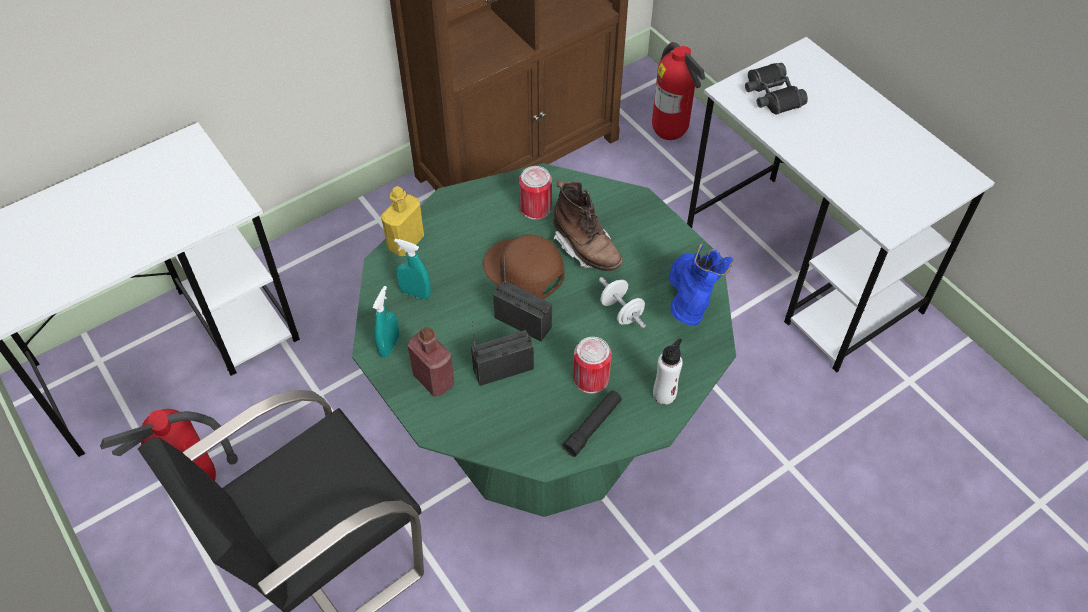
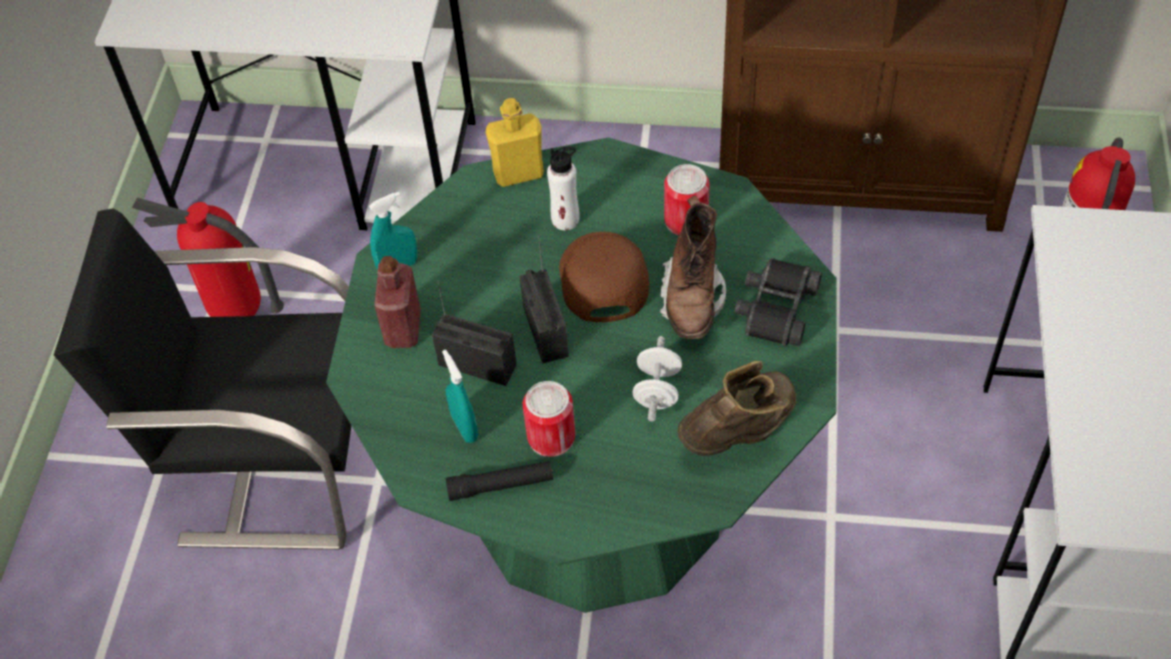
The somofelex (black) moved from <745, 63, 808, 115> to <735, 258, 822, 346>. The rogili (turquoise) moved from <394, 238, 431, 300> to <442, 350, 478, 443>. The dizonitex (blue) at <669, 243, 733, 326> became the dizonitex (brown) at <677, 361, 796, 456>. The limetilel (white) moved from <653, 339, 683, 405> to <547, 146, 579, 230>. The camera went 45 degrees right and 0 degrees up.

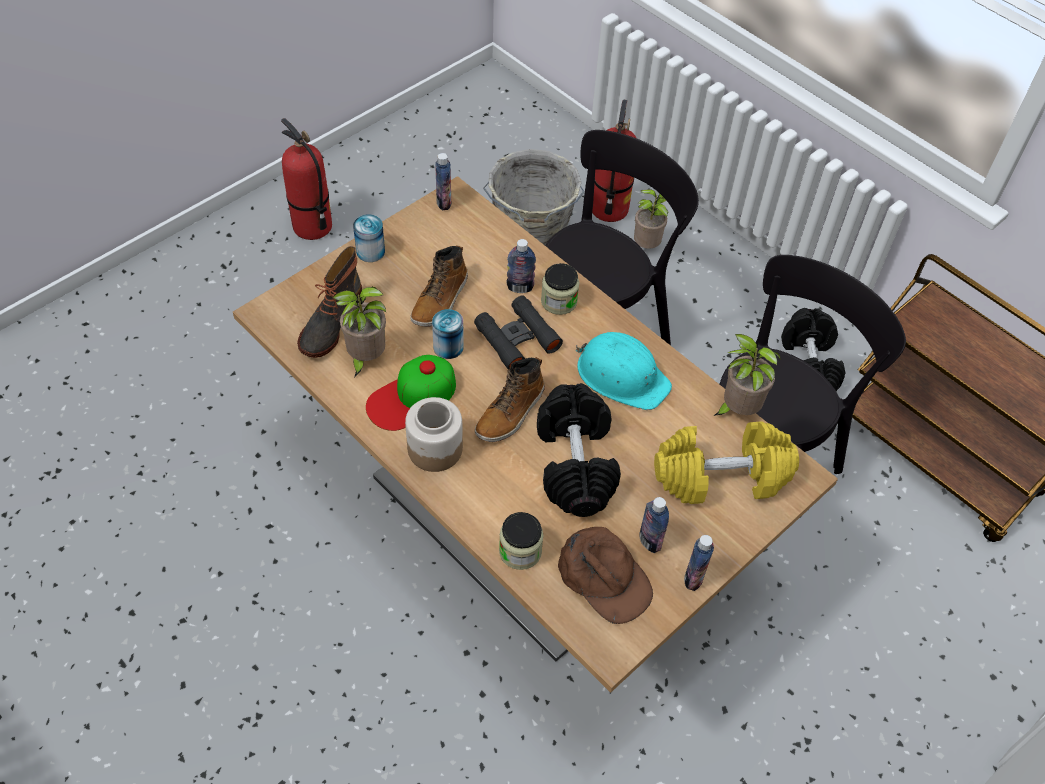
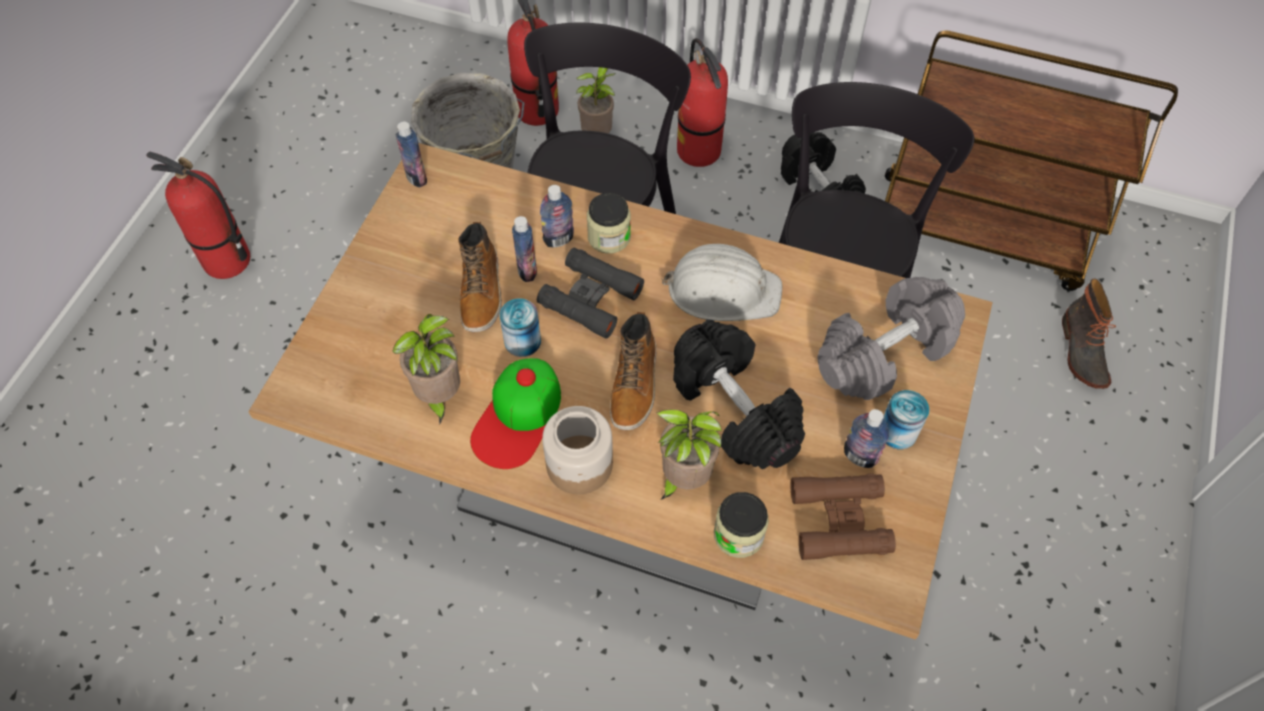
The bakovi moved from <353, 214, 385, 262> to <883, 390, 929, 449>. The dizonitex moved from <297, 246, 362, 358> to <1062, 278, 1116, 389>. The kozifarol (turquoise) at <576, 332, 672, 410> became the kozifarol (white) at <661, 244, 782, 321>. The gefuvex moved from <713, 334, 781, 416> to <657, 409, 722, 500>. The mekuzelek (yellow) at <654, 421, 799, 504> became the mekuzelek (grey) at <818, 277, 965, 400>. The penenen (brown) at <558, 527, 653, 624> was replaced by the somofelex (brown) at <790, 473, 896, 560>. The limetilel moved from <684, 535, 714, 591> to <512, 216, 537, 282>. The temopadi at <677, 38, 728, 167> appeared. The camera went 25 degrees left and 5 degrees up.

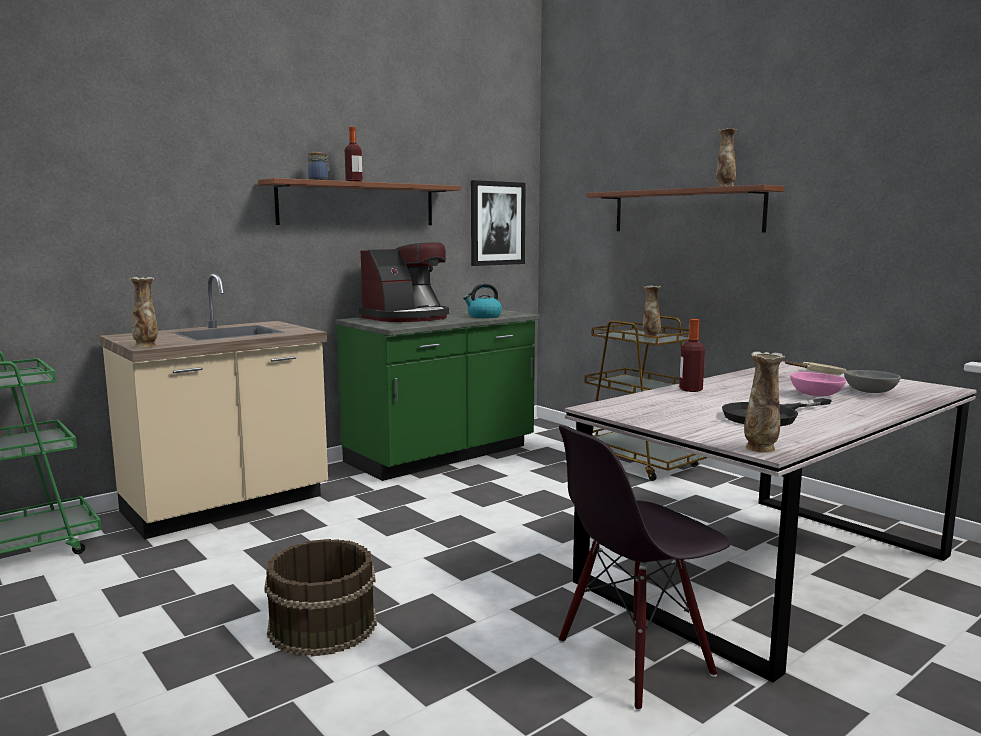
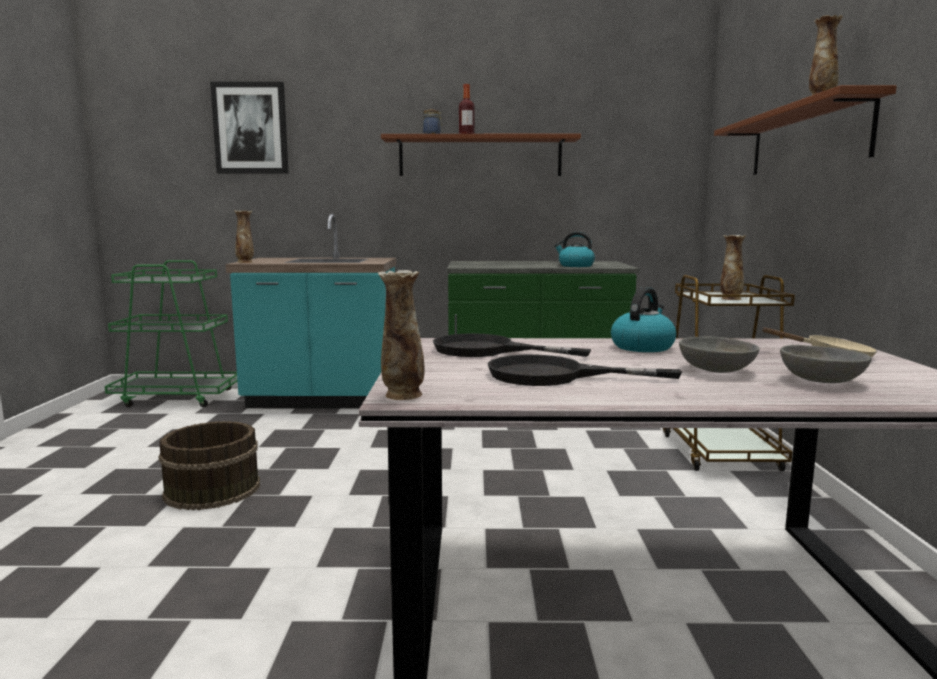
The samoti moved from <471, 180, 526, 266> to <210, 82, 289, 173>. The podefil at <359, 242, 449, 322> disappeared. The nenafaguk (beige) at <99, 273, 328, 539> became the nenafaguk (turquoise) at <225, 214, 396, 409>. The limetilel at <679, 319, 705, 392> disappeared. The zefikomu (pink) at <790, 372, 846, 396> became the zefikomu (grey) at <679, 337, 760, 373>. The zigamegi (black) at <559, 425, 731, 711> disappeared. The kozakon at <611, 287, 677, 352> appeared. The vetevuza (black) at <433, 333, 591, 357> appeared. The camera went 40 degrees right and 0 degrees up.

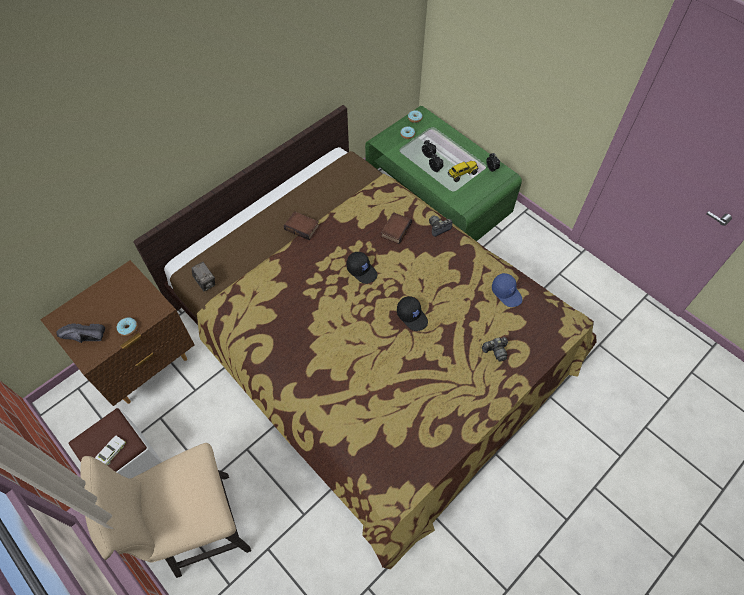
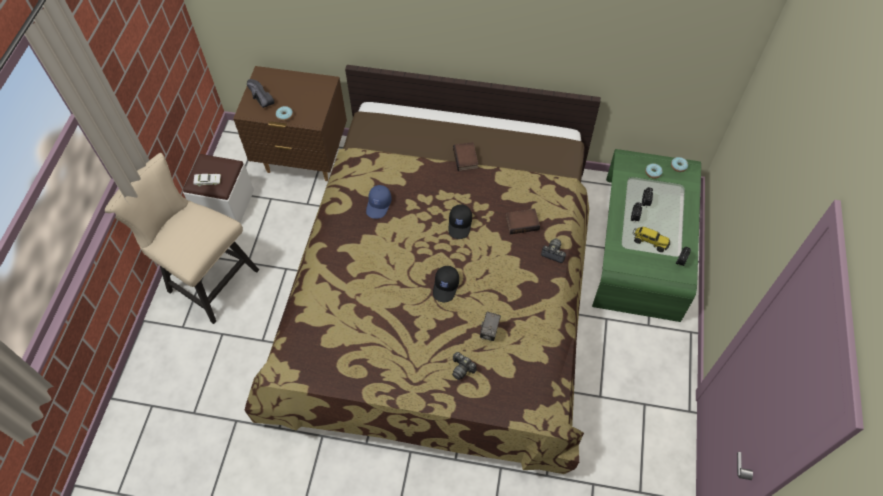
The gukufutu moved from <191, 262, 215, 291> to <480, 312, 501, 341>. The penenen (blue) moved from <492, 273, 523, 307> to <366, 185, 392, 219>. The camera went 55 degrees right and 0 degrees up.

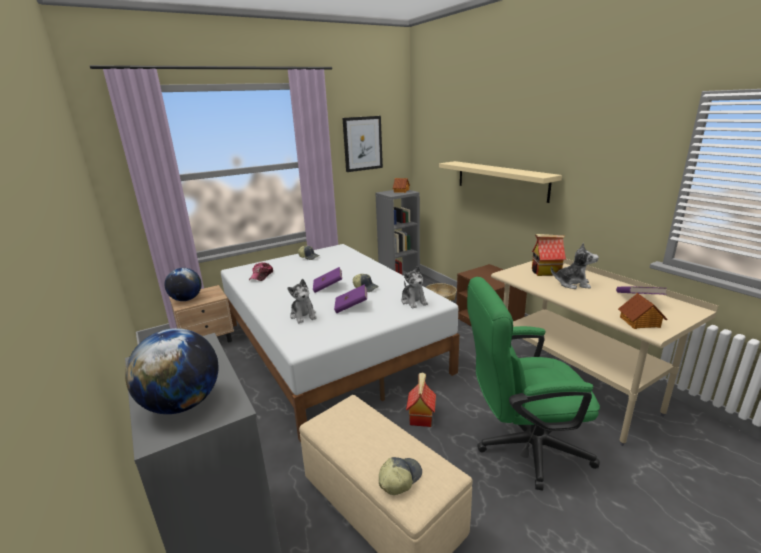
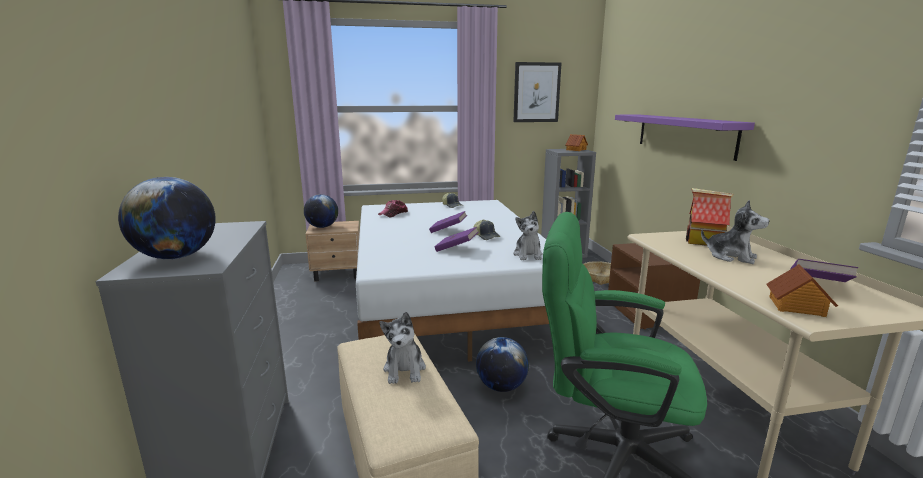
The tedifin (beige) at <439, 161, 562, 203> became the tedifin (purple) at <615, 114, 755, 161>. The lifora moved from <287, 279, 317, 323> to <379, 312, 426, 384>. The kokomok at <406, 372, 436, 427> was replaced by the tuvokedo at <476, 337, 529, 392>. The penenen at <379, 457, 422, 495> disappeared. The camera went 20 degrees right and 5 degrees down.

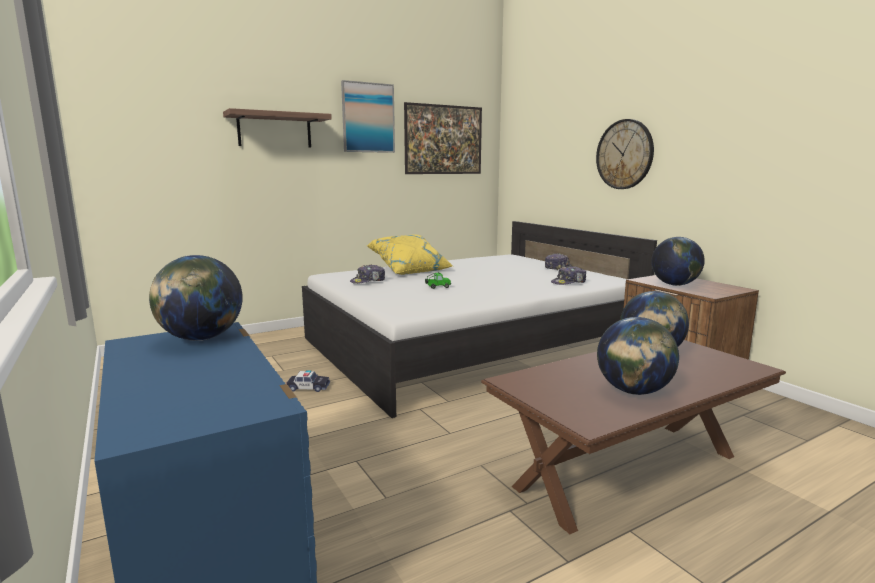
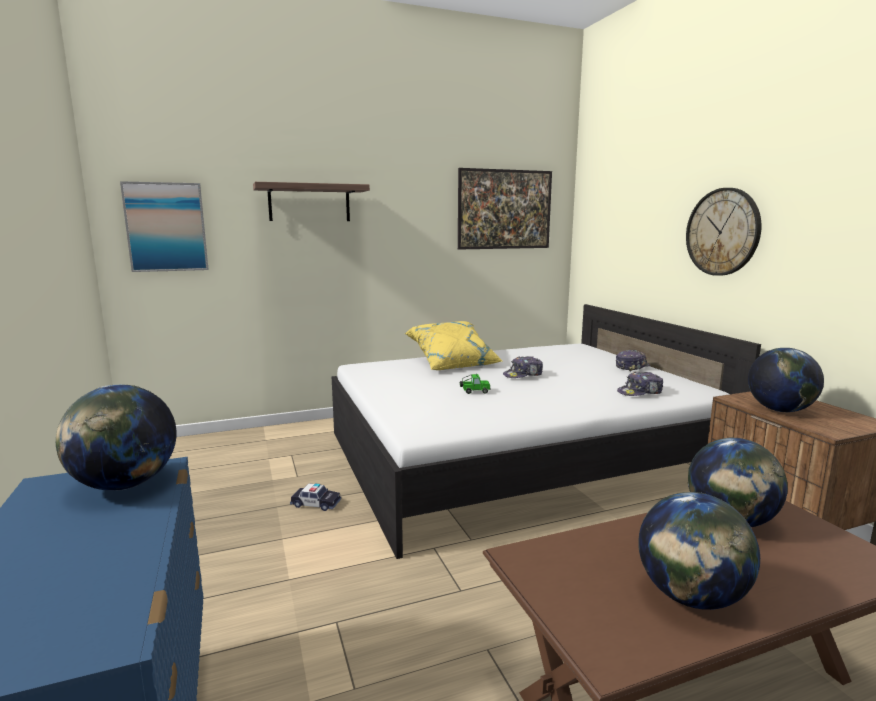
The samoti moved from <341, 80, 395, 153> to <120, 181, 209, 272>. The penenen moved from <350, 265, 385, 284> to <503, 356, 543, 378>. The camera went 10 degrees right and 0 degrees up.

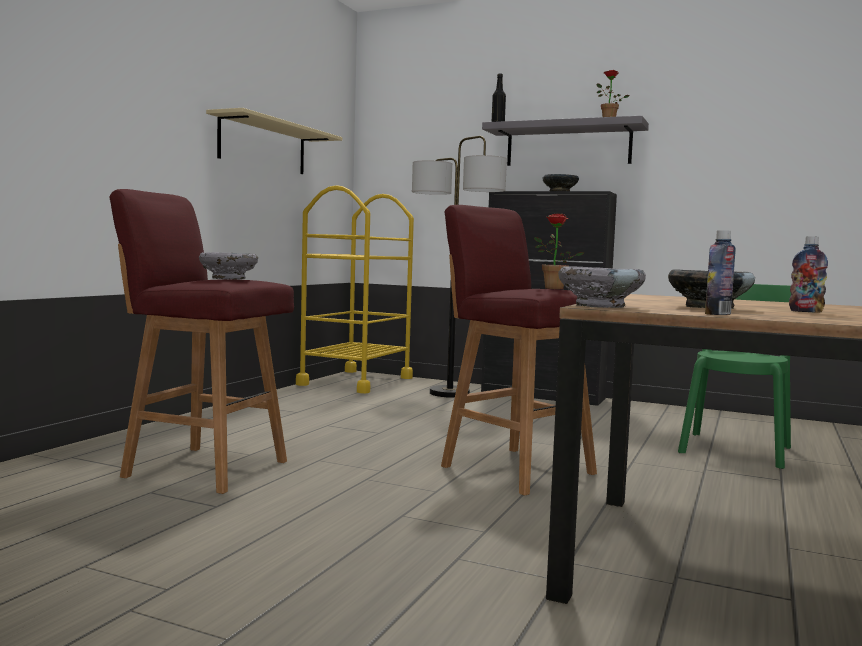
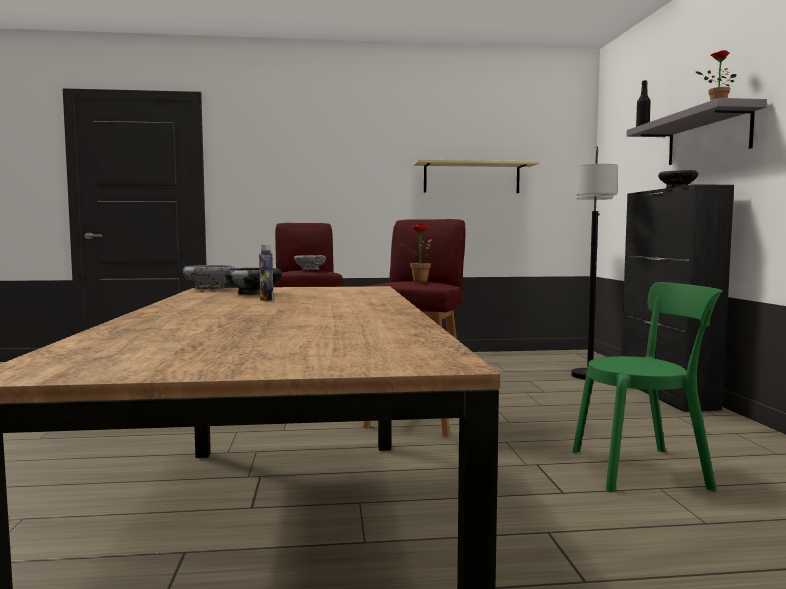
The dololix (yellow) at <296, 185, 414, 393> disappeared. The limetilel at <705, 230, 736, 315> disappeared. The camera went 60 degrees right and 0 degrees up.

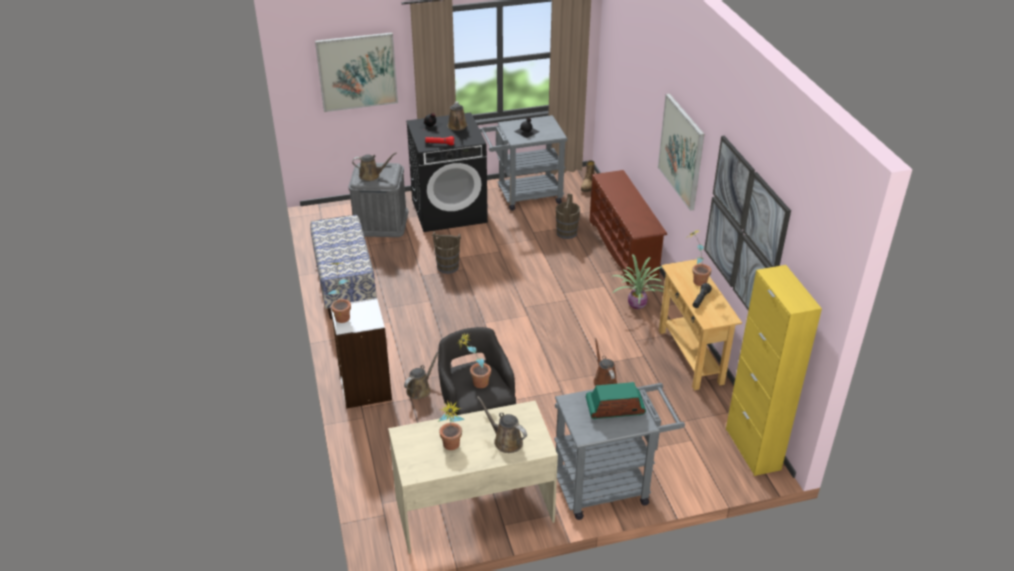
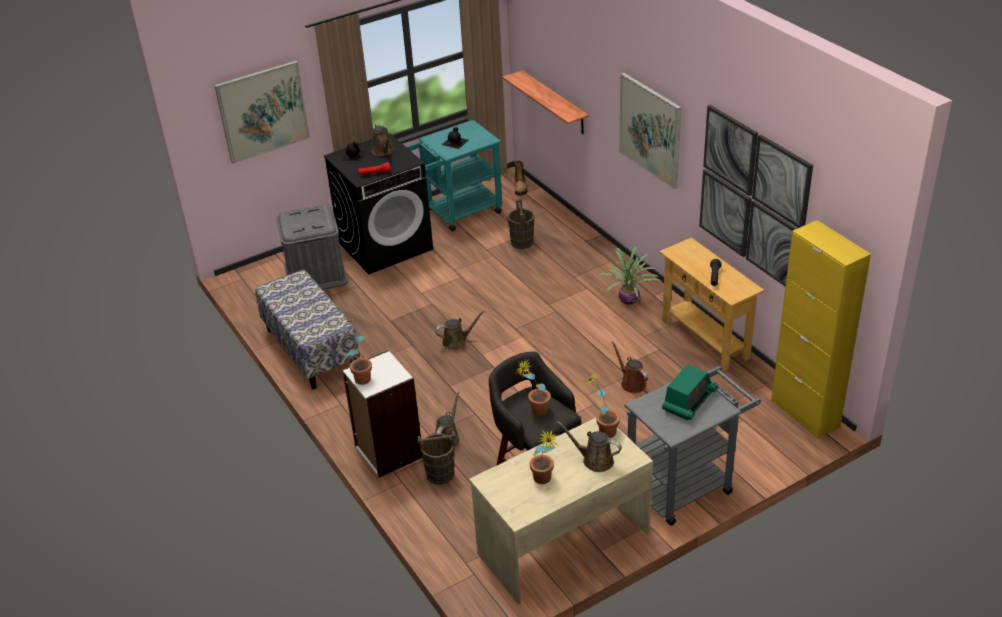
The dololix (grey) at <479, 115, 568, 211> became the dololix (turquoise) at <407, 120, 503, 231>. The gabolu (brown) moved from <352, 153, 397, 181> to <435, 310, 485, 350>. The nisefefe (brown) at <589, 170, 667, 285> disappeared. The gefuvex moved from <688, 230, 712, 286> to <583, 372, 620, 438>. The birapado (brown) moved from <432, 232, 461, 274> to <417, 431, 456, 485>. The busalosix at <586, 382, 646, 419> turned 150 degrees clockwise. The tedifin at <503, 70, 589, 134> appeared. The camera went 15 degrees left and 0 degrees up.

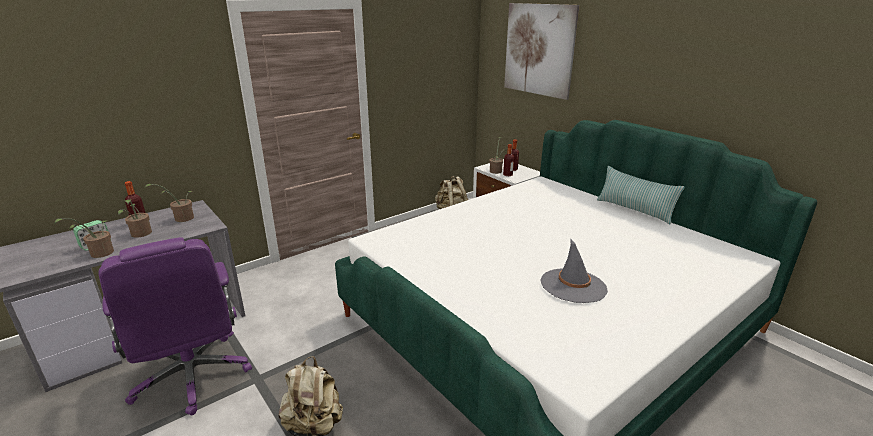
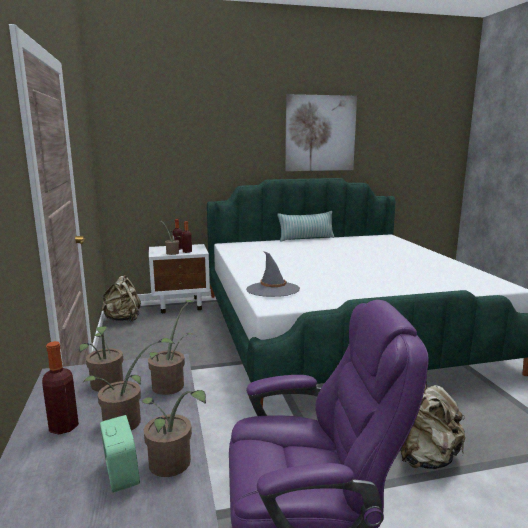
The samoti moved from <504, 3, 580, 100> to <285, 94, 357, 171>. The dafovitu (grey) moved from <540, 238, 608, 303> to <246, 251, 300, 297>. The gefuvex at <148, 300, 195, 395> appeared. The camera went 65 degrees left and 10 degrees down.

